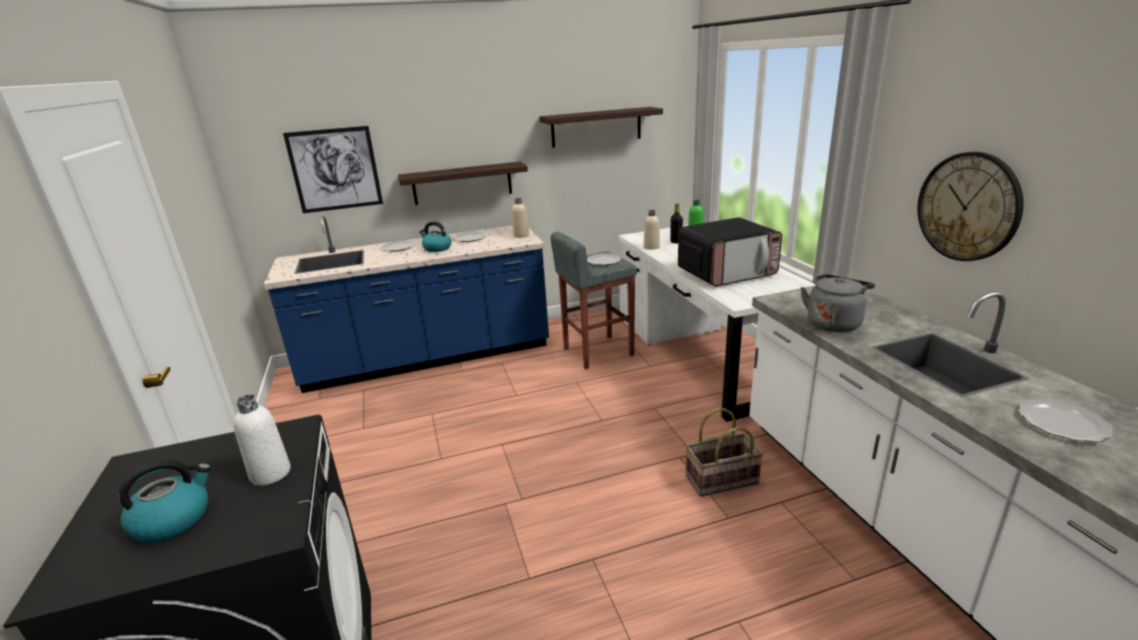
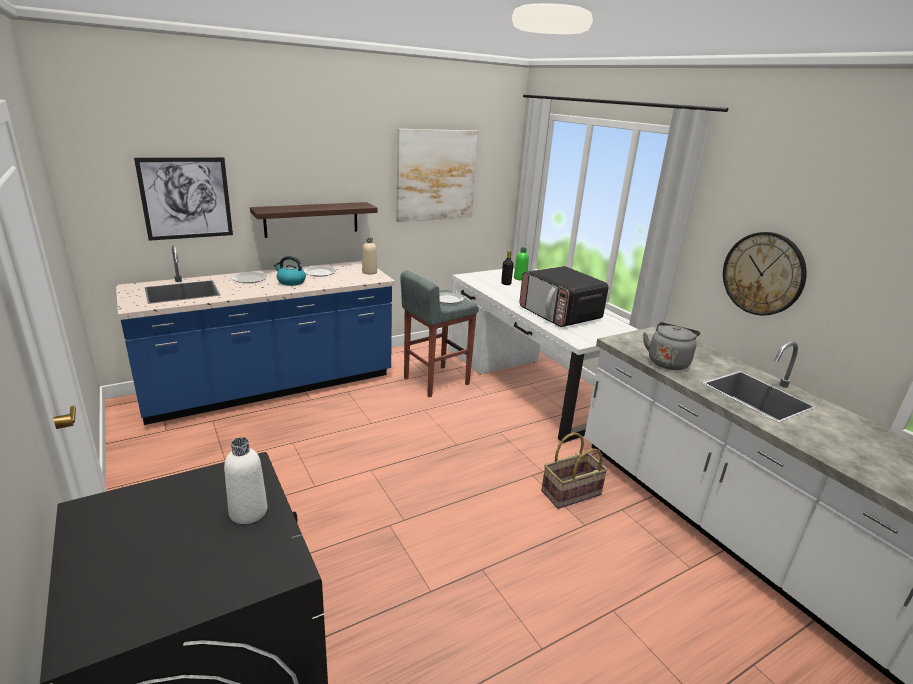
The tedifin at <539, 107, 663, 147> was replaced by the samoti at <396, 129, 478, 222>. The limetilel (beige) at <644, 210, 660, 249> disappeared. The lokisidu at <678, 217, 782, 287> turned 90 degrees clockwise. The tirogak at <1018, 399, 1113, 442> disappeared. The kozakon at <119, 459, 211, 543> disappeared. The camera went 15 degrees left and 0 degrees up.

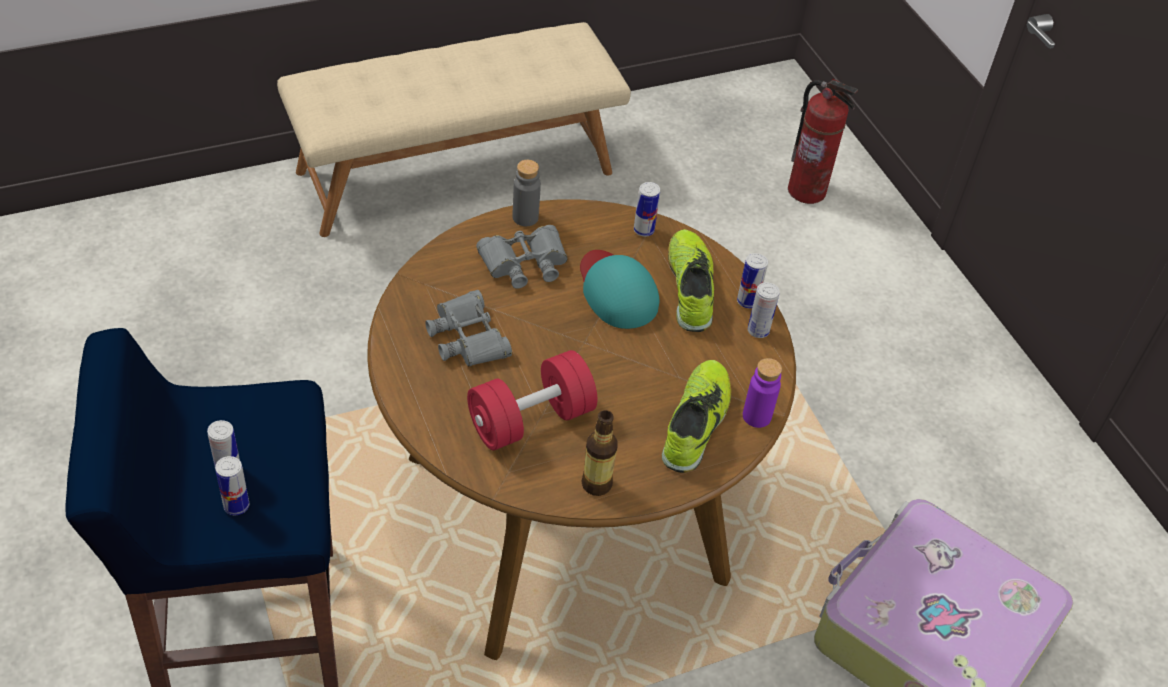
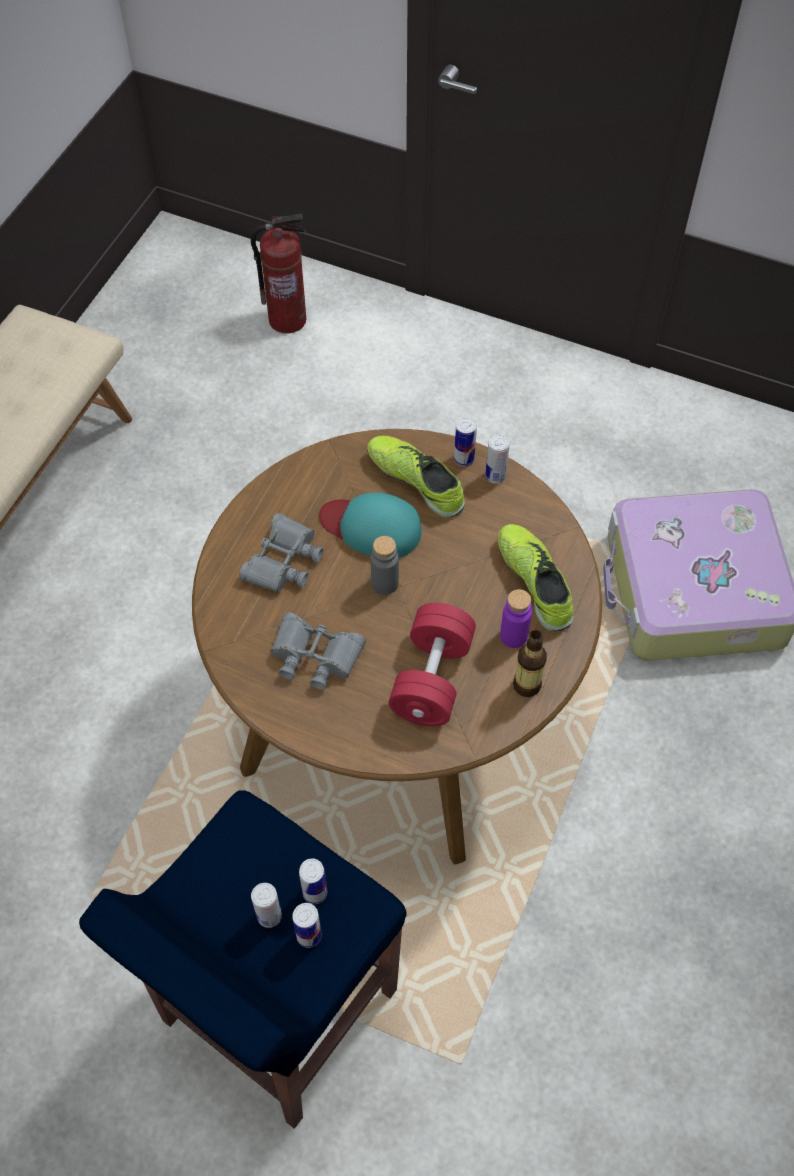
The limetilel (grey) moved from <512, 160, 541, 226> to <371, 536, 399, 595>. The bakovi moved from <634, 182, 660, 237> to <299, 858, 327, 904>. The limetilel (purple) moved from <743, 358, 782, 428> to <500, 589, 532, 648>. The camera went 40 degrees left and 10 degrees up.

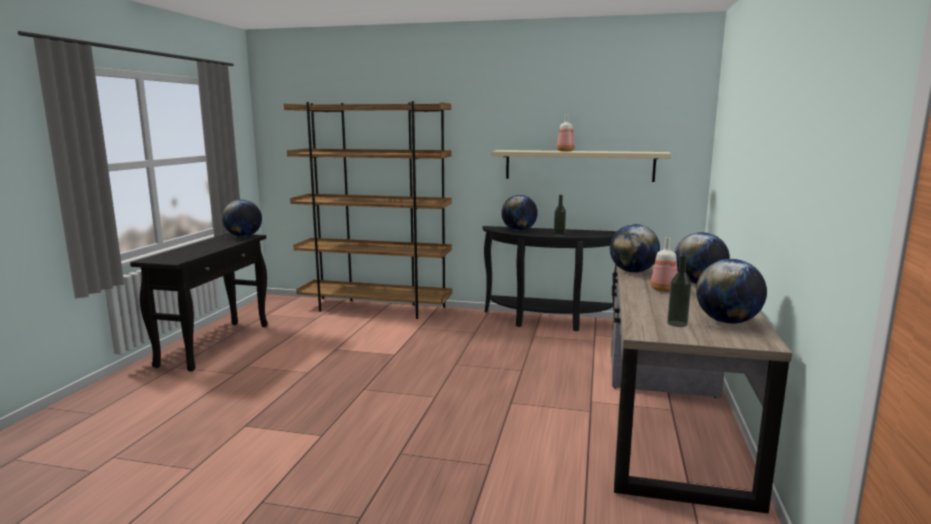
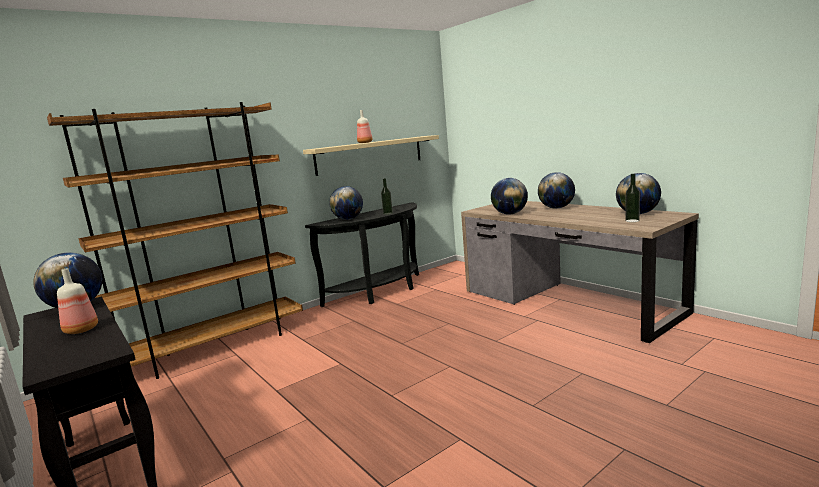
The limetilel moved from <651, 237, 677, 292> to <57, 268, 98, 334>. The camera went 50 degrees left and 0 degrees up.

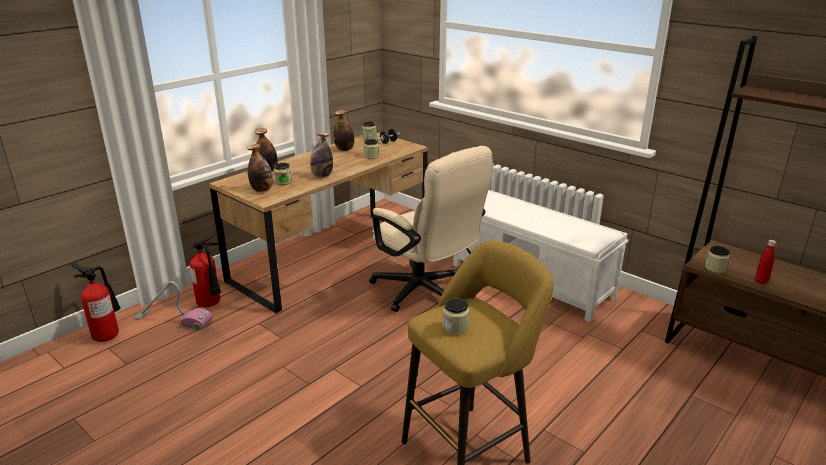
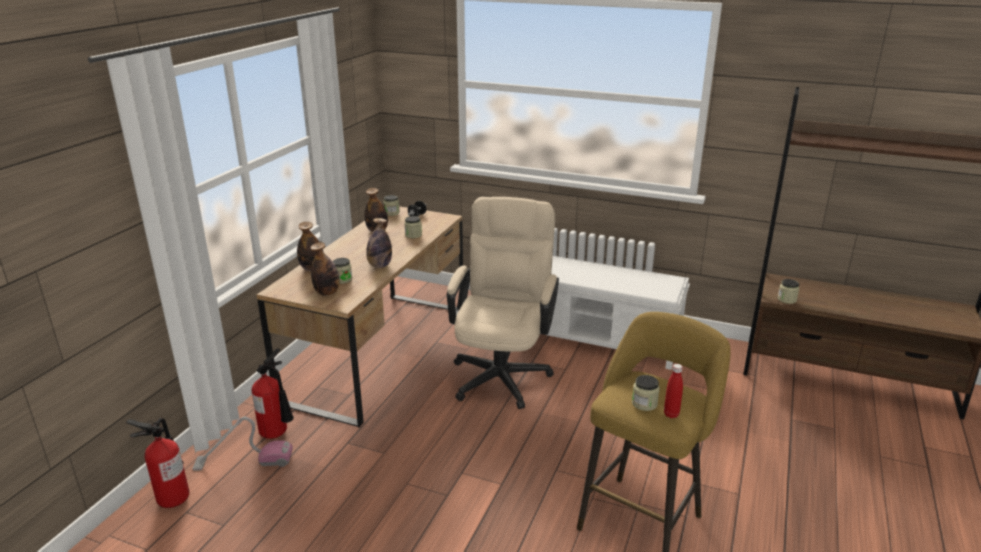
The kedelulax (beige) at <369, 146, 493, 312> turned 105 degrees counterclockwise. The limetilel (red) moved from <755, 240, 776, 284> to <664, 364, 683, 418>. The camera went 20 degrees left and 0 degrees up.

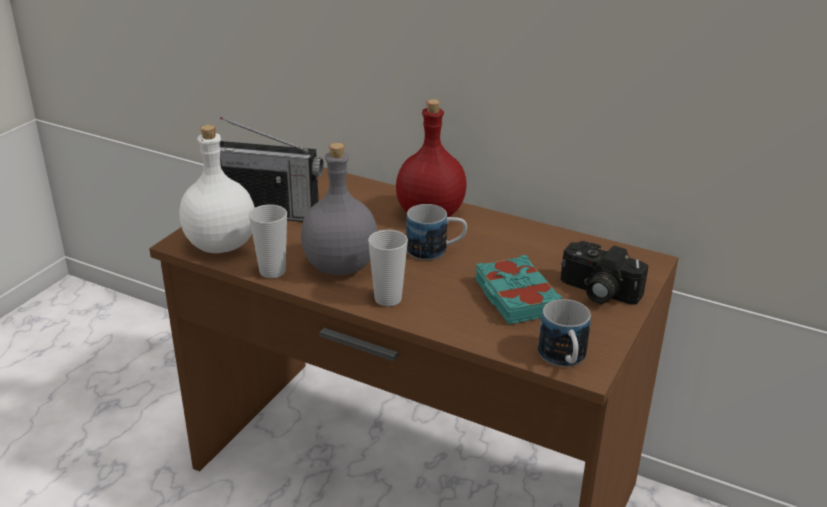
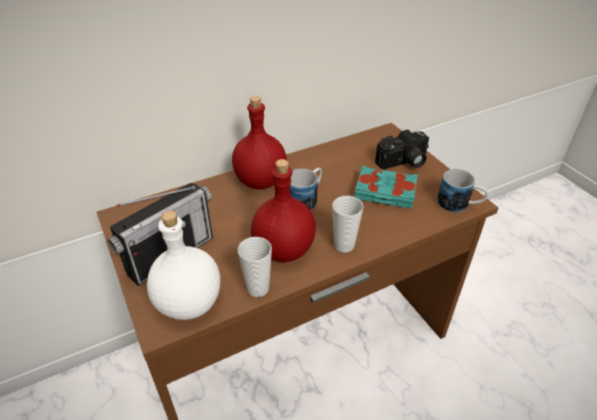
The limetilel (grey) at <301, 143, 378, 275> became the limetilel (red) at <251, 159, 316, 262>. The camera went 55 degrees left and 10 degrees up.

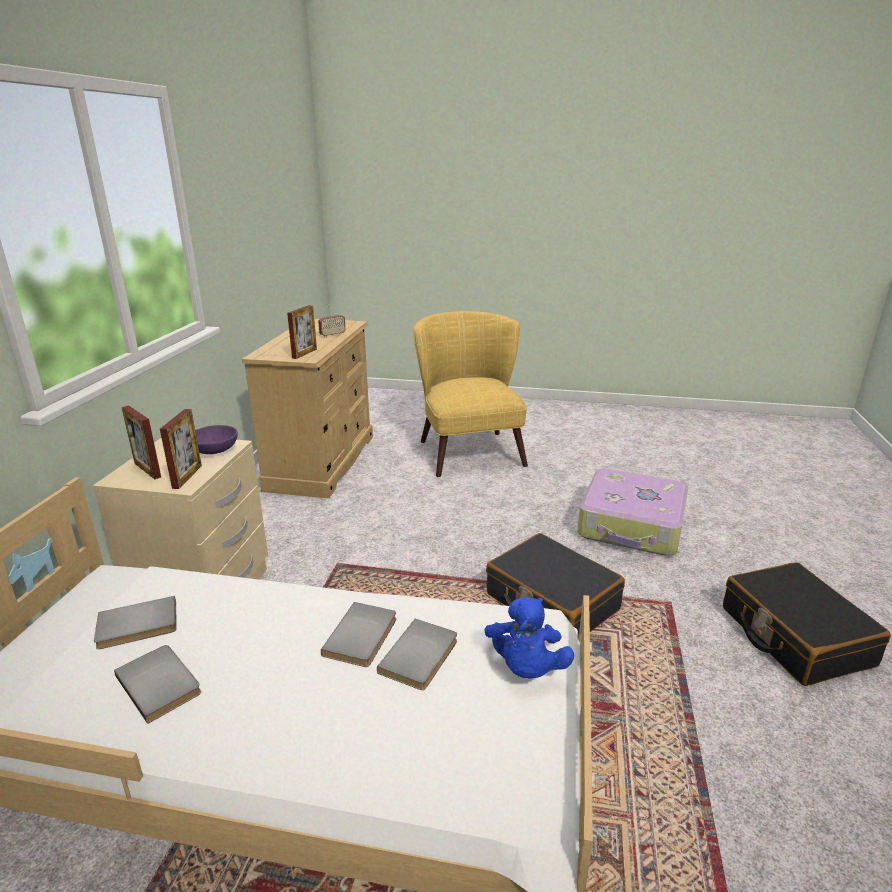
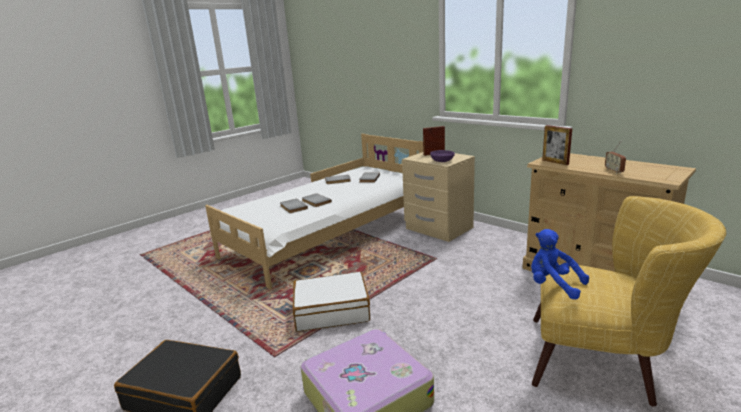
The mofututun at <160, 409, 202, 489> disappeared. The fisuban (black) at <486, 533, 625, 639> became the fisuban (white) at <293, 272, 370, 332>. The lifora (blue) moved from <485, 597, 574, 679> to <531, 229, 589, 299>. The camera went 125 degrees right and 5 degrees down.

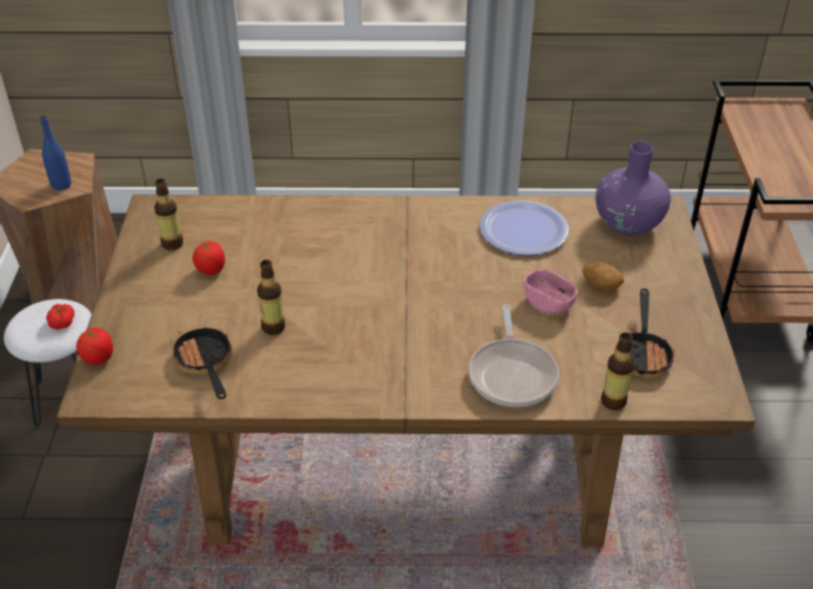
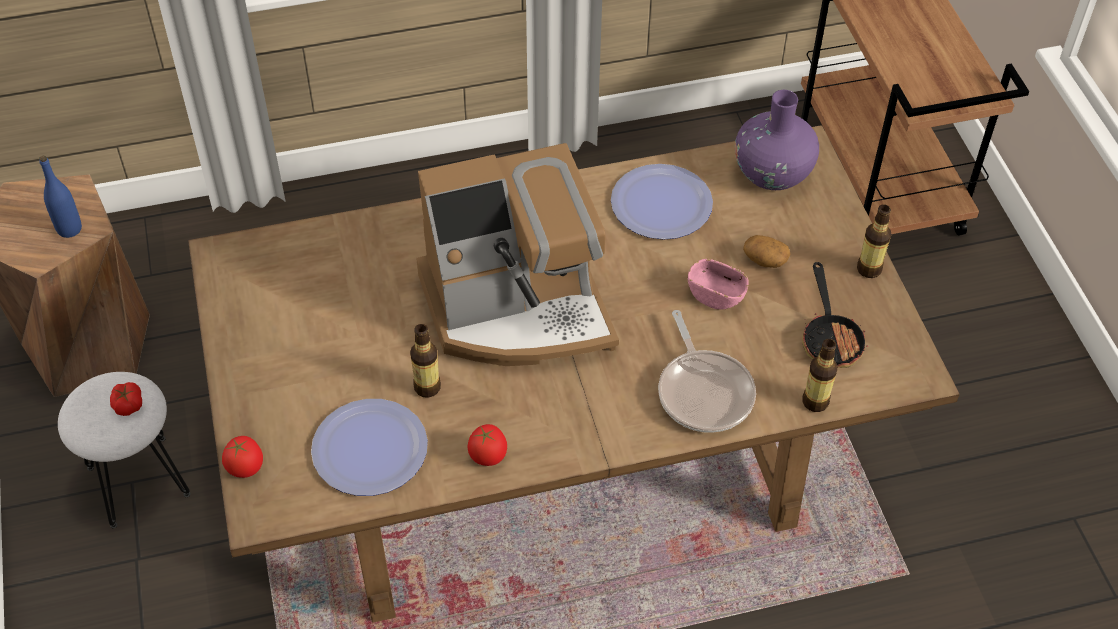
The limetilel moved from <154, 179, 183, 250> to <857, 204, 892, 278>. The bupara moved from <193, 241, 225, 275> to <467, 424, 507, 466>. The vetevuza at <170, 327, 232, 399> was replaced by the tirogak at <311, 399, 428, 496>. The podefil at <416, 143, 619, 366> appeared. The camera went 15 degrees left and 10 degrees up.

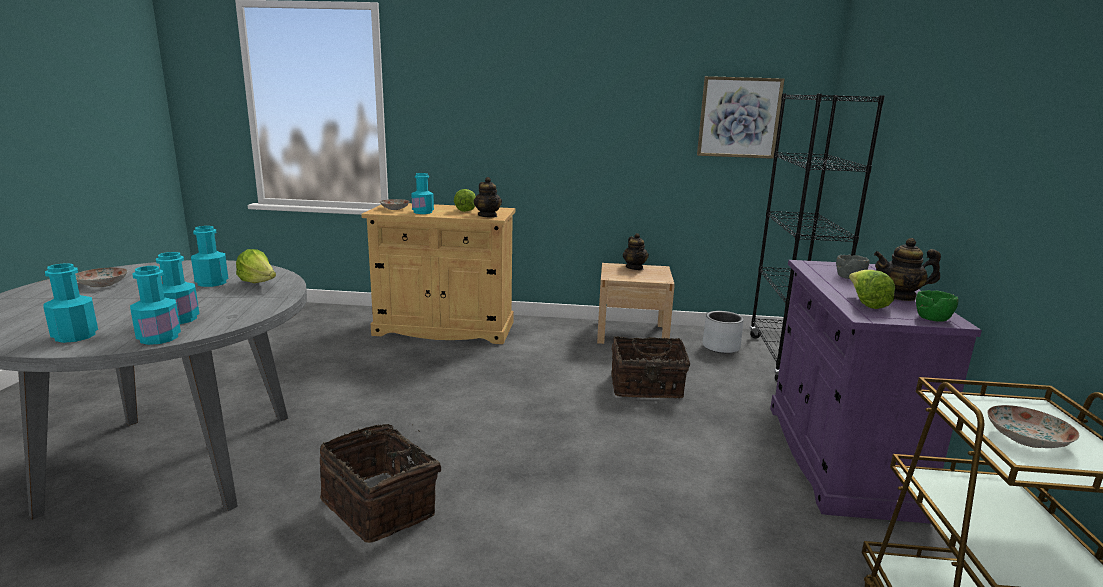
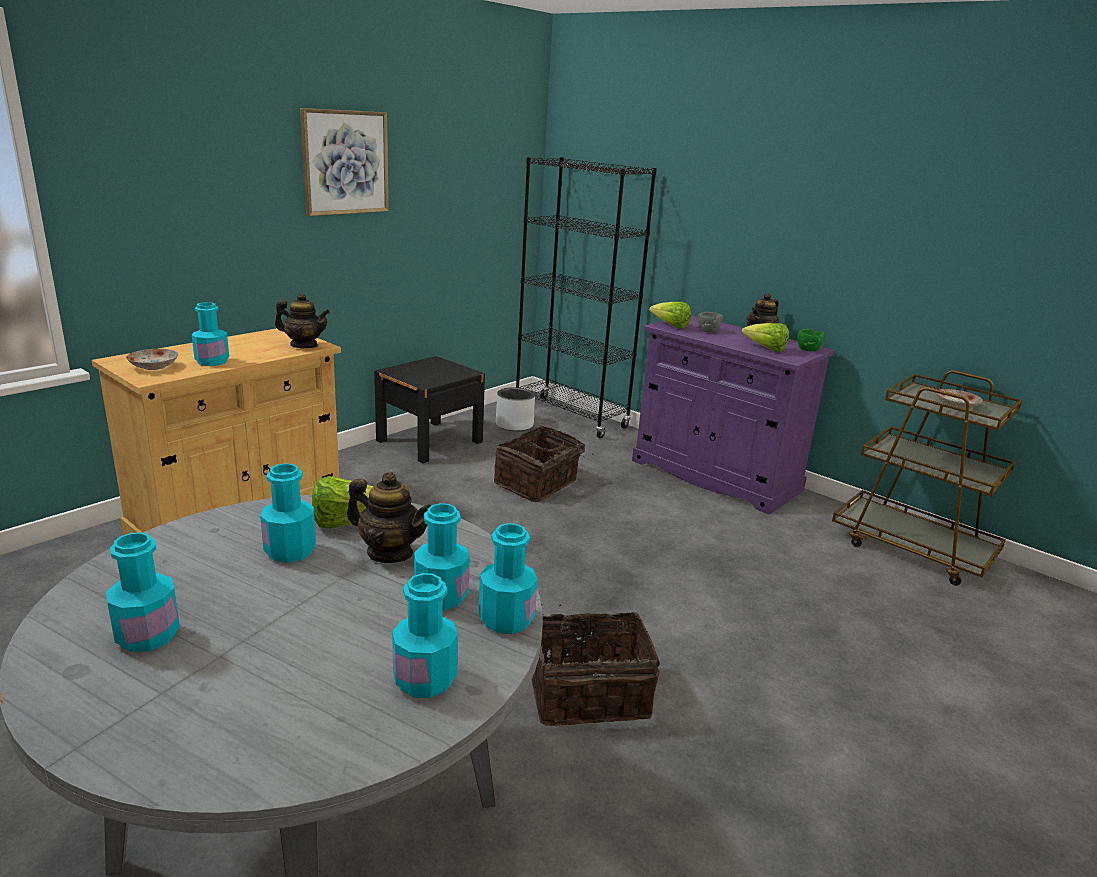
The samoti moved from <697, 76, 785, 159> to <300, 108, 389, 216>. The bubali moved from <454, 189, 476, 212> to <649, 302, 691, 329>. The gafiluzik moved from <623, 233, 649, 270> to <347, 472, 431, 563>. The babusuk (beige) at <597, 263, 675, 344> became the babusuk (black) at <374, 356, 485, 463>. The tirogak at <75, 268, 128, 287> was replaced by the limetilel (turquoise) at <106, 532, 180, 652>. The camera went 55 degrees left and 5 degrees up.

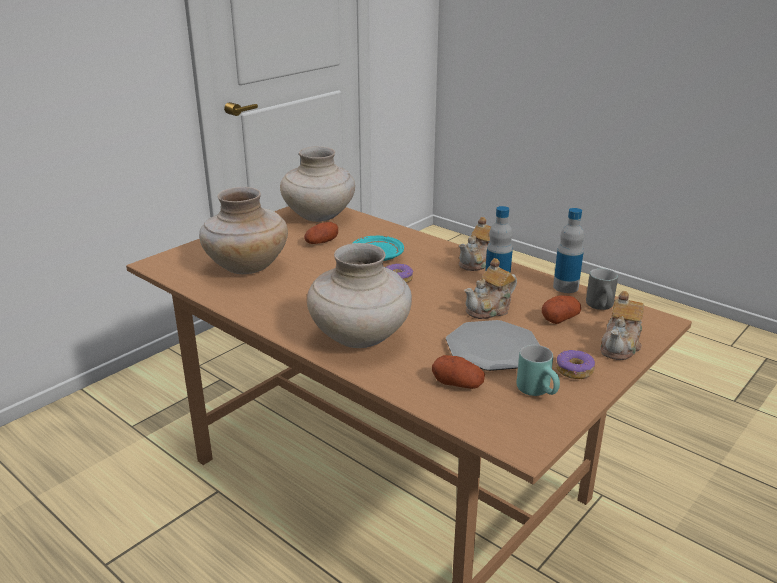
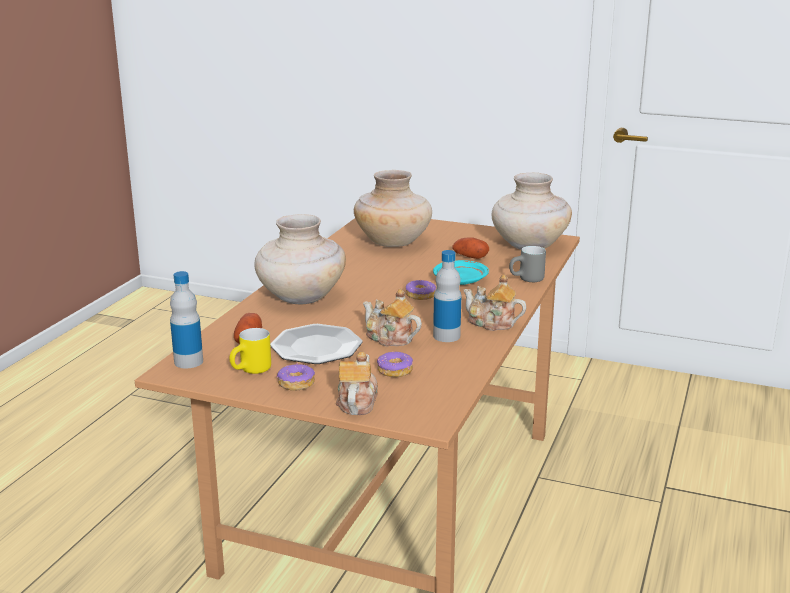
The limetilel moved from <553, 208, 584, 293> to <170, 271, 203, 368>. The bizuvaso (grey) moved from <586, 268, 618, 310> to <509, 246, 546, 282>. The gafiluzik at <600, 291, 644, 360> turned 90 degrees clockwise. The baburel at <542, 295, 581, 324> was replaced by the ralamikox at <377, 352, 413, 377>. The bizuvaso (turquoise) at <517, 345, 560, 396> became the bizuvaso (yellow) at <230, 328, 271, 374>. The camera went 70 degrees right and 5 degrees down.

